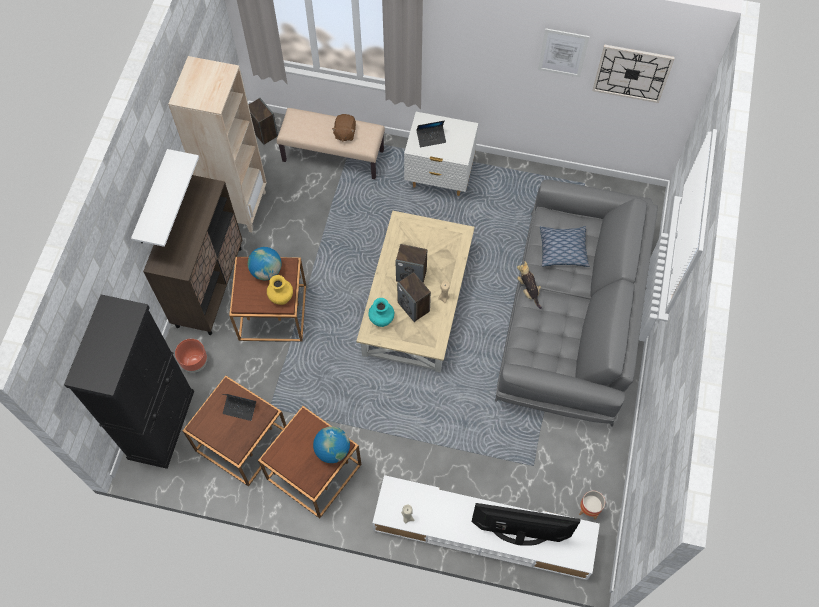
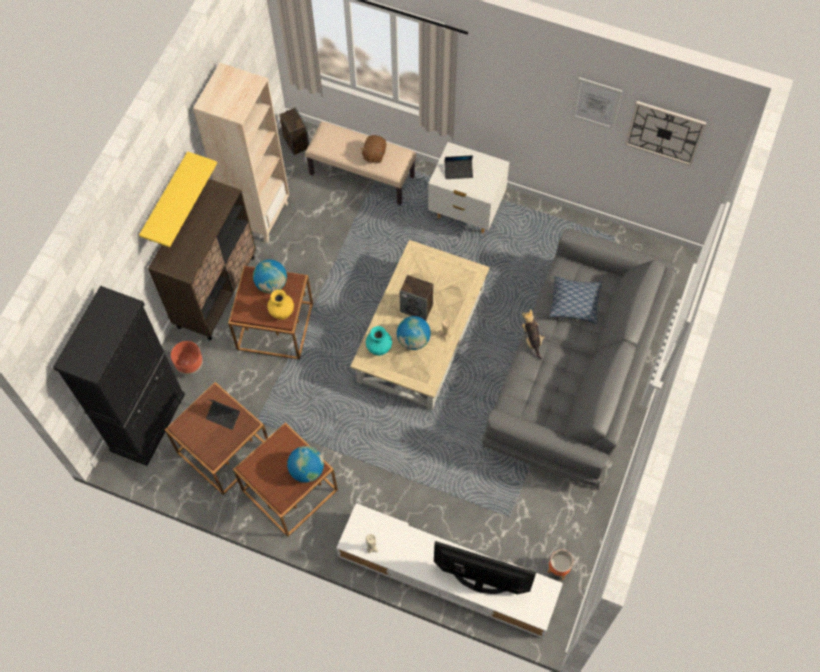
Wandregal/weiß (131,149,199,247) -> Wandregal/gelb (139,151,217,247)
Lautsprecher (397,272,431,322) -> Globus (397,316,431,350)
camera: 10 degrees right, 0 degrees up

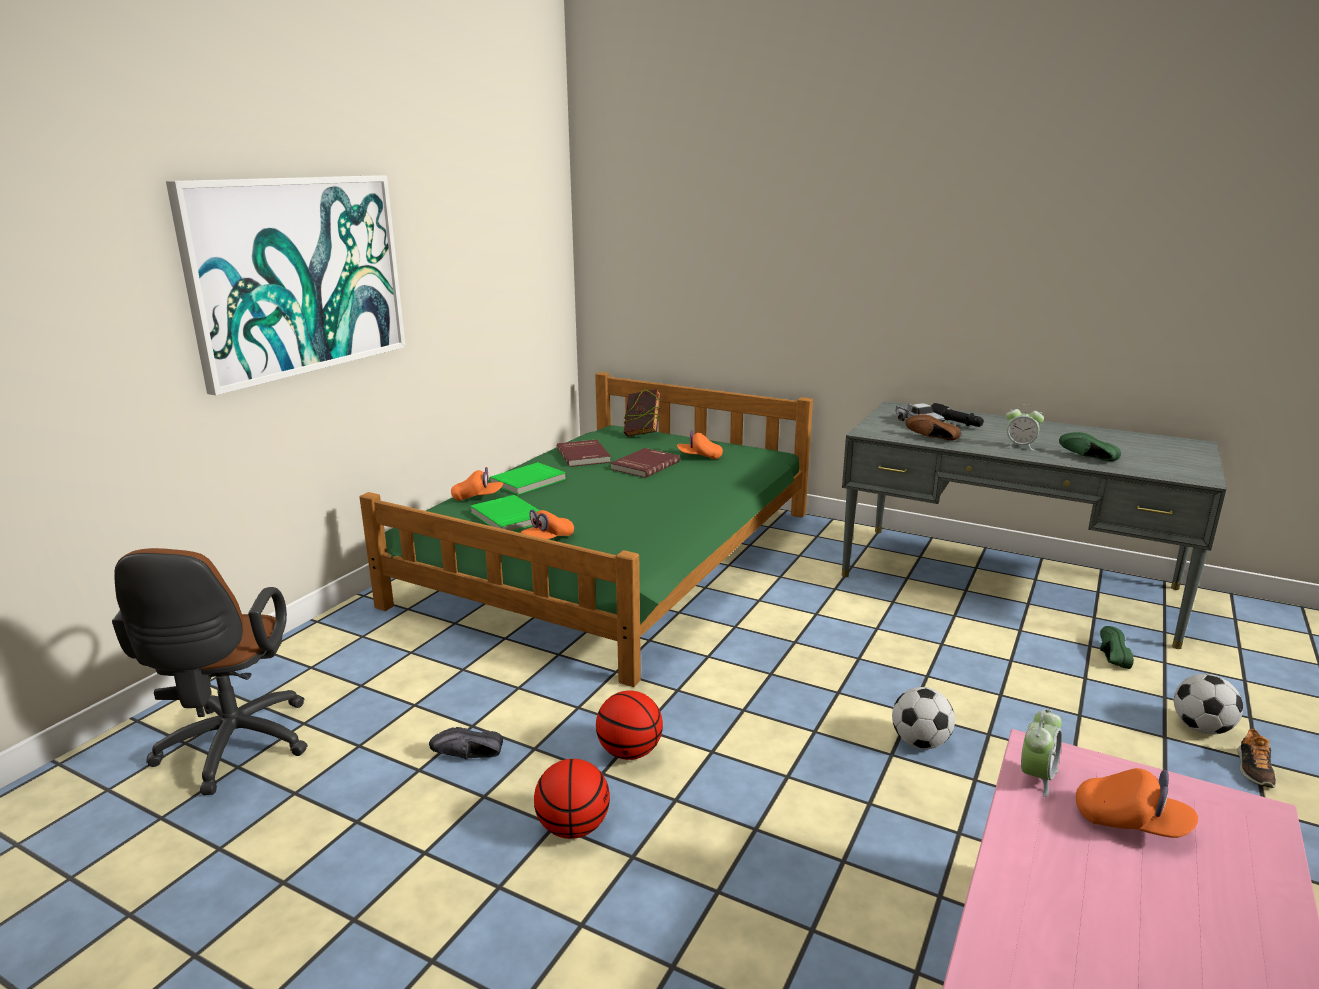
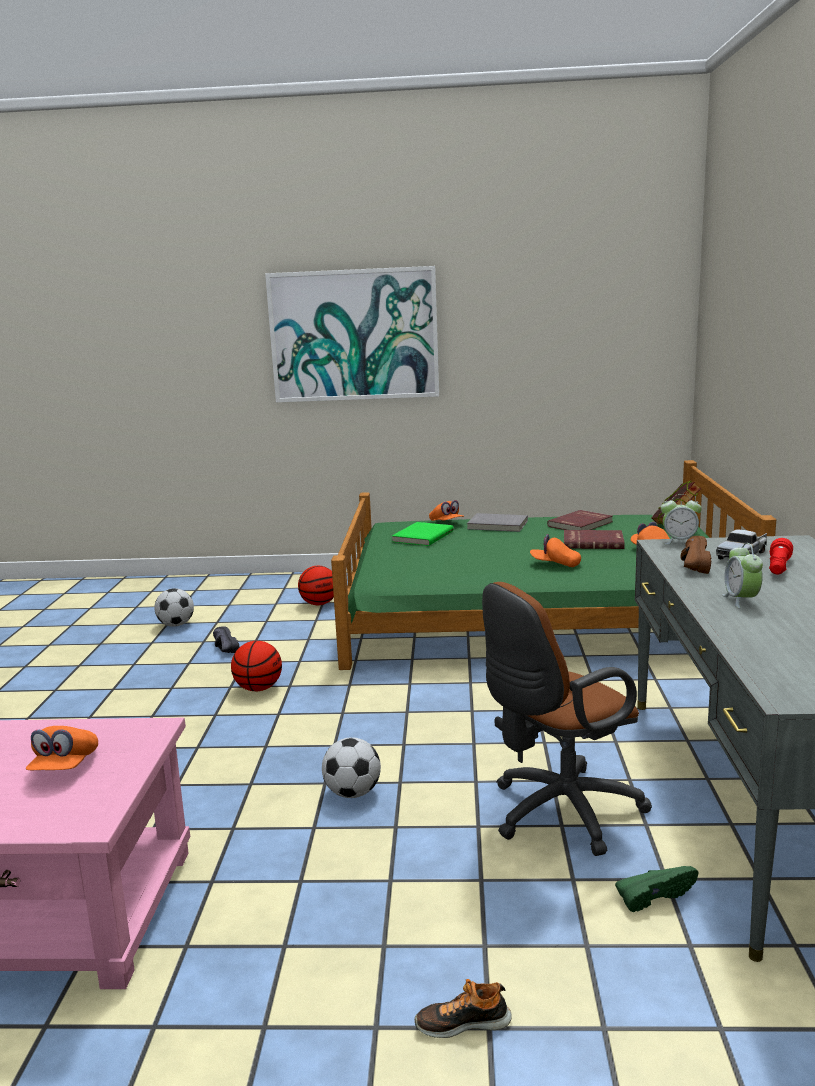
Bürostuhl/braun (112,548,308,795) -> Bürostuhl/braun (482,582,652,856), shifted
Buch/grün (489,462,566,495) -> Buch/grau (467,513,528,532)
Kappe/orange (521,509,574,539) -> Kappe/orange (530,534,581,567), shifted
Basketball (534,759,610,839) -> Basketball (298,566,334,605), shifted
Taschenlampe/schwarz (931,403,984,427) -> Taschenlampe/rot (769,538,793,575)
Wecker (1021,709,1062,797) -> Wecker (661,494,702,545), shifted
Schuh/grün (1059,432,1121,461) -> none
Fußball (1174,674,1243,734) -> Fußball (154,588,194,627), shifted
camera: 65 degrees right, 5 degrees down

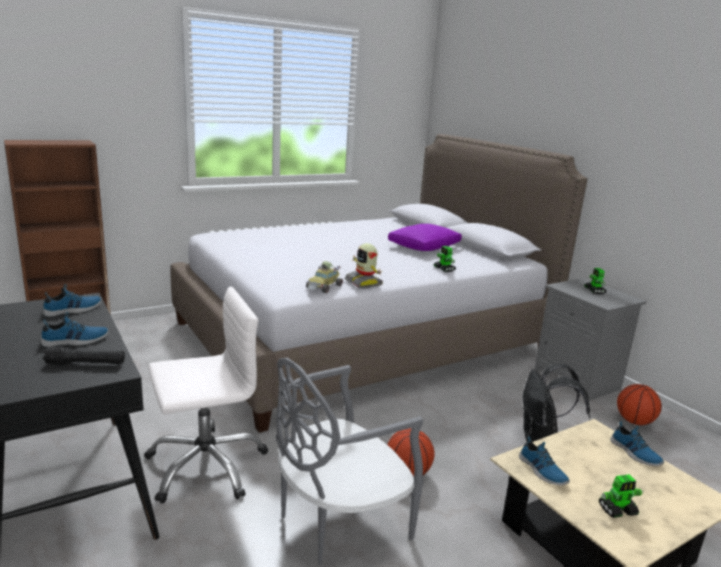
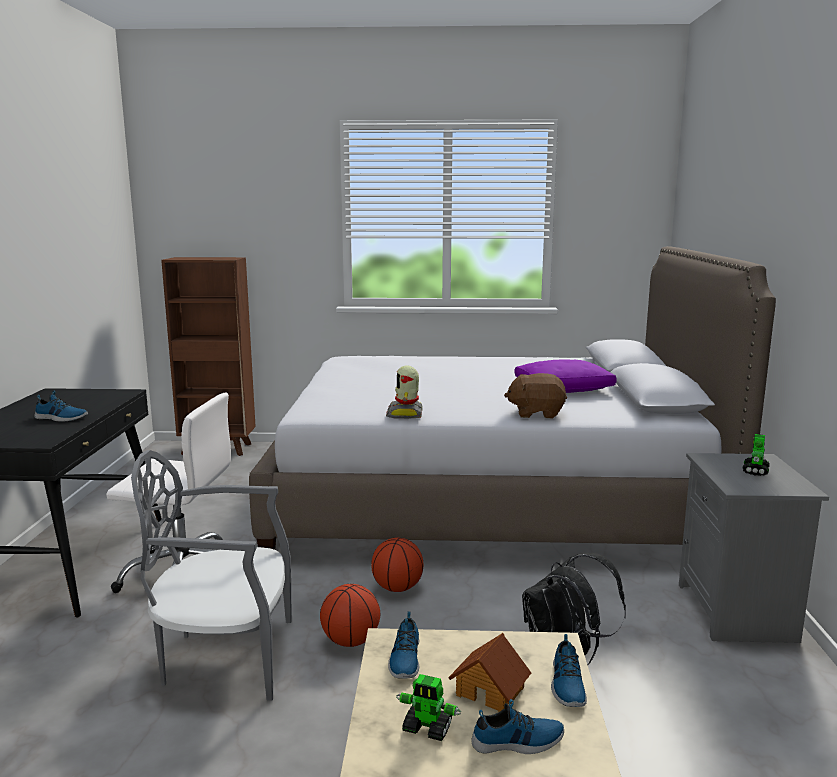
Schuh (43,284,102,317) -> Schuh (471,699,564,754), shifted
Taschenlampe/schwarz (43,346,125,365) -> none
Spielzeugauto (306,261,343,293) -> none
Spielzeugroboter (434,246,456,272) -> Plüschtier/braun (504,373,567,419)
Basketball (617,384,662,425) -> Basketball (371,537,423,592), shifted
none -> Spielzeughaus (448,633,531,713)
camera: 35 degrees right, 5 degrees down

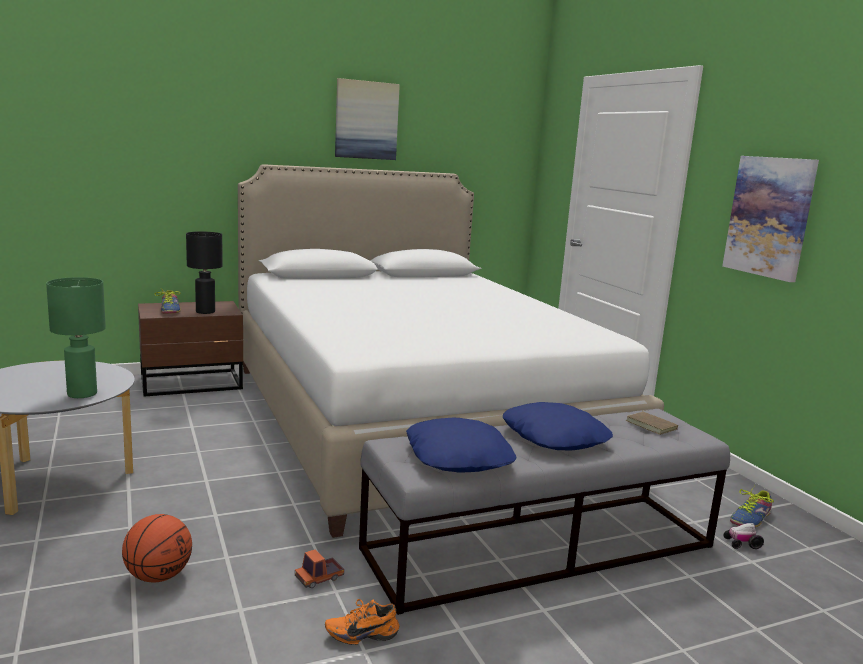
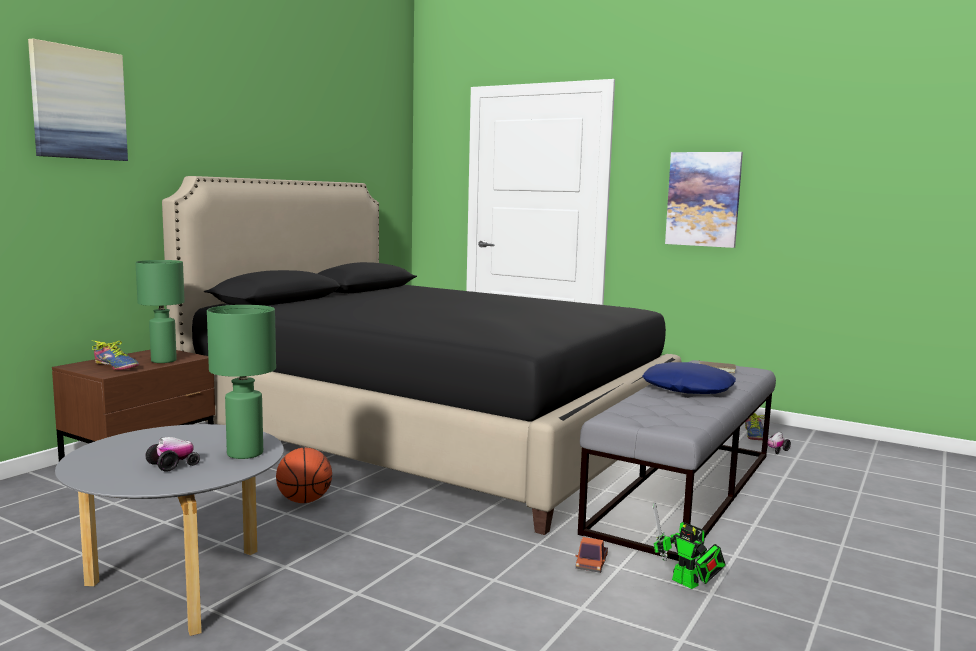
Basketball (122,514,192,582) -> Basketball (276,448,332,503), shifted
Tischlampe/schwarz (186,231,223,314) -> Tischlampe/grün (135,260,185,363)
Bett/weiß (238,164,664,538) -> Bett/schwarz (162,176,681,535)
Schuh/orange (325,599,400,645) -> Spielzeugroboter (653,502,726,589)
Bild (335,78,400,160) -> Bild (28,38,128,161), shifted
Kissen/blau (406,418,516,472) -> none
none -> Spielzeugauto (145,437,200,472)
camera: 35 degrees left, 5 degrees down

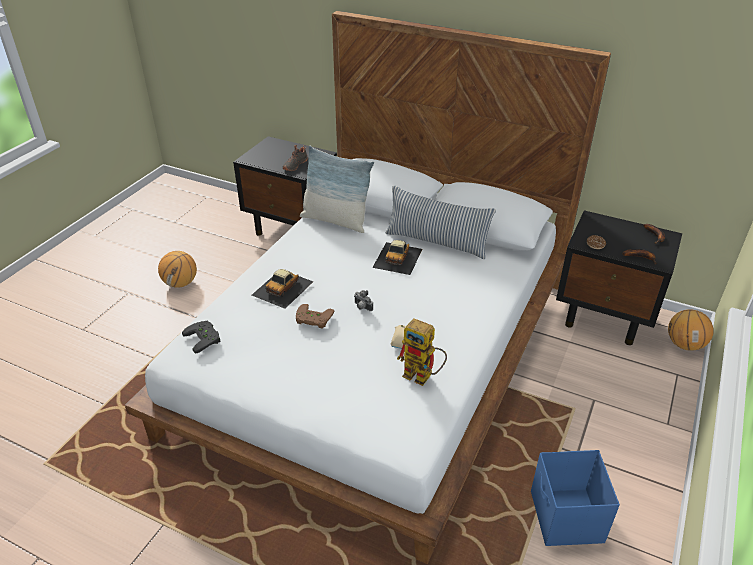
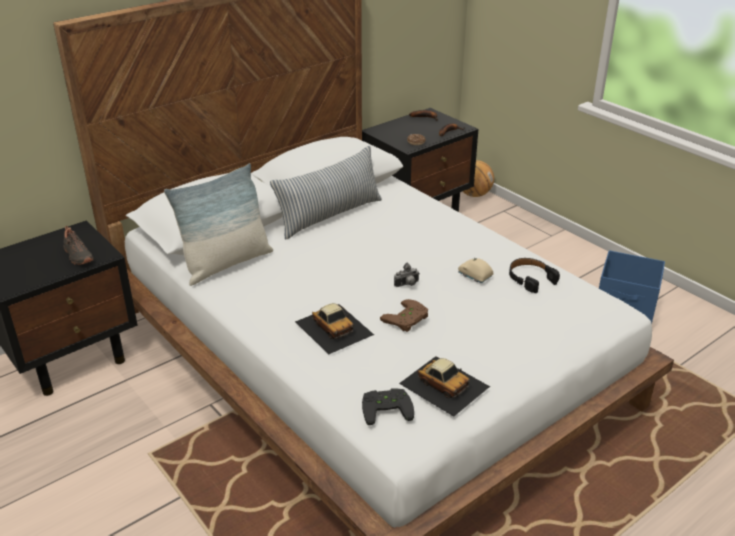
Basketball (158,251,197,288) -> none
Spielzeugauto (372,240,422,275) -> Spielzeugauto (399,356,490,417), shifted
Spielzeugroboter (397,318,447,386) -> Kopfhörer/schwarz (509,258,560,293)
camera: 65 degrees left, 5 degrees down

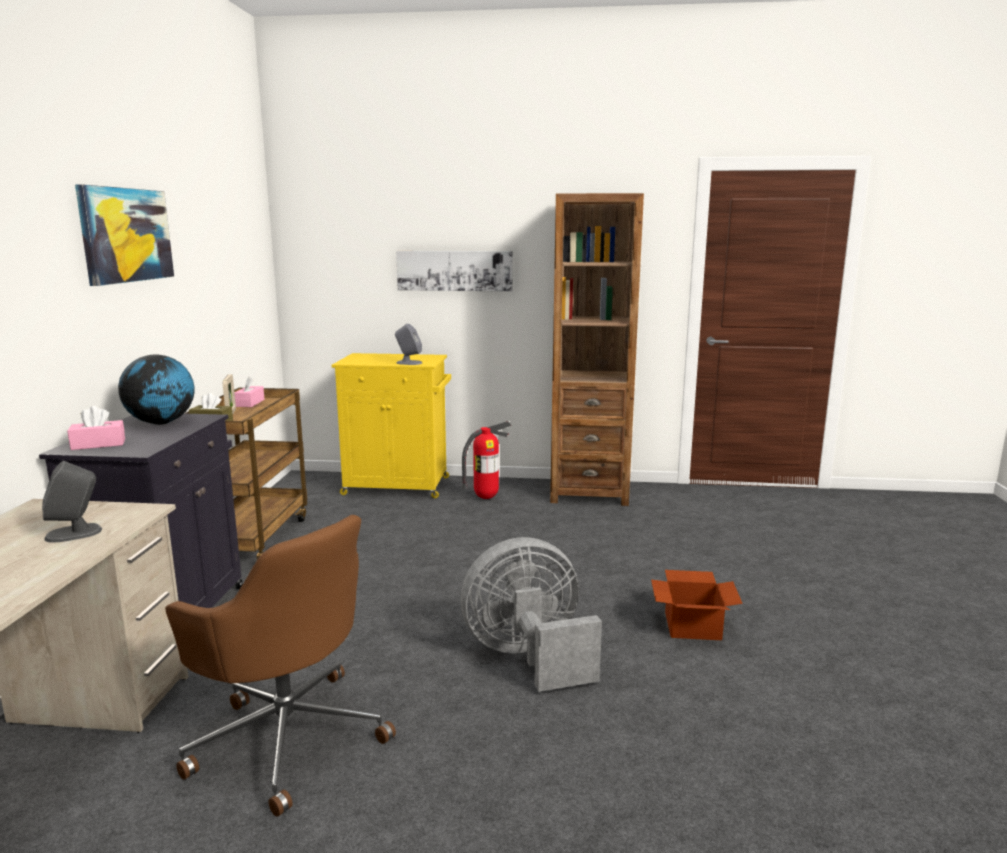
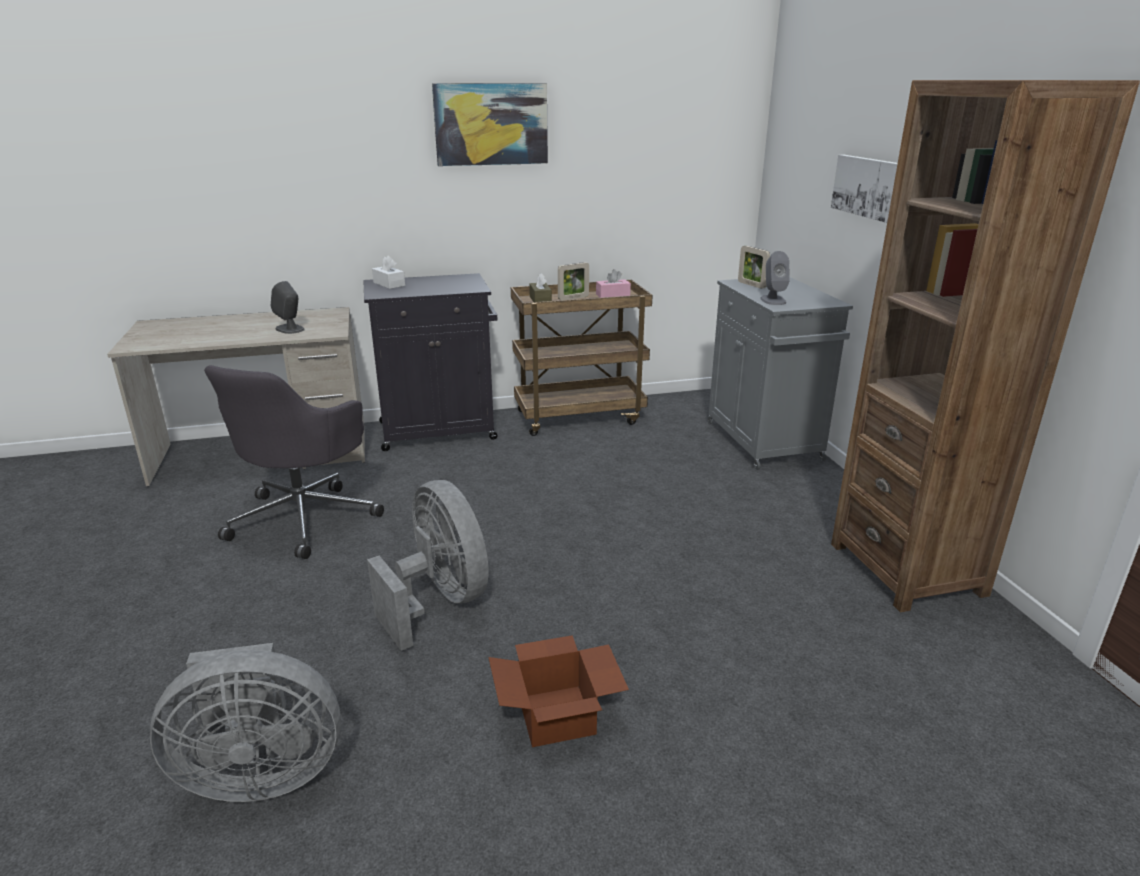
Taschentuchbox/rosa (67,406,125,450) -> Taschentuchbox/weiß (372,255,405,289)
Globus (118,355,195,425) -> none
Bürostuhl/braun (165,515,396,817) -> Bürostuhl/grau (204,365,384,559)
Schrank/gelb (332,353,451,498) -> Schrank/grau (707,277,853,470)
Feuerlöscher (462,421,511,499) -> none
none -> Ventilator/grau (150,643,341,802)
none -> Bilderrahmen (738,246,770,289)
camera: 70 degrees right, 10 degrees up

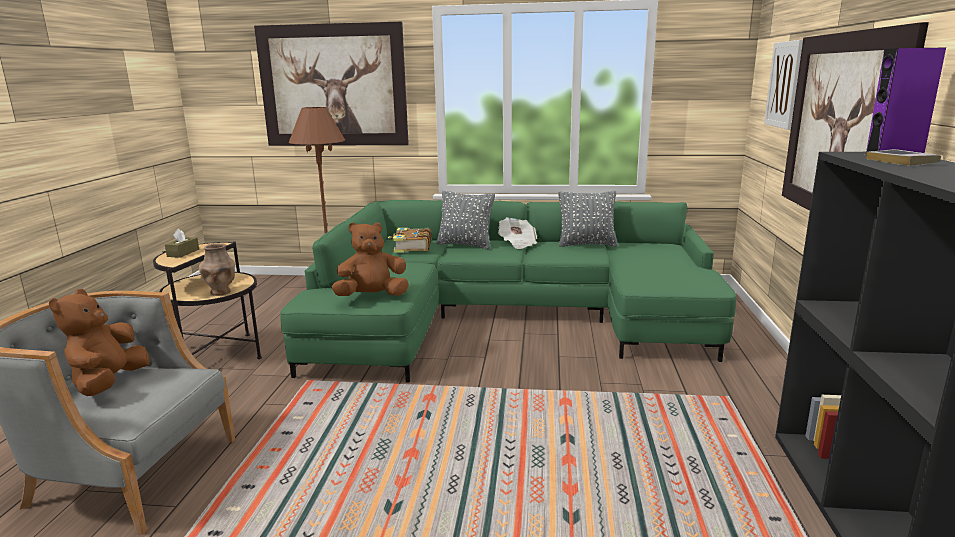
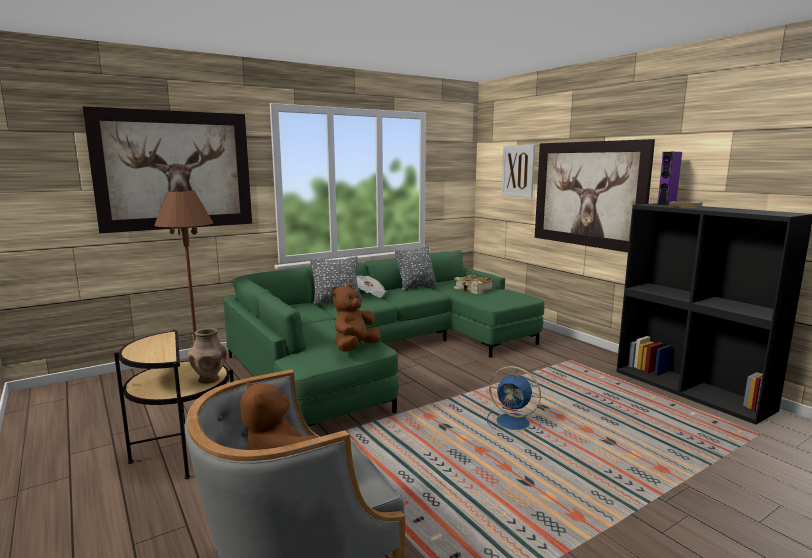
Taschentuchbox/braun (165,229,199,258) -> none
Buch (388,228,432,253) -> Buch (454,275,494,294), shifted
none -> Ventilator/blau (487,366,541,432)
camera: 40 degrees left, 5 degrees down

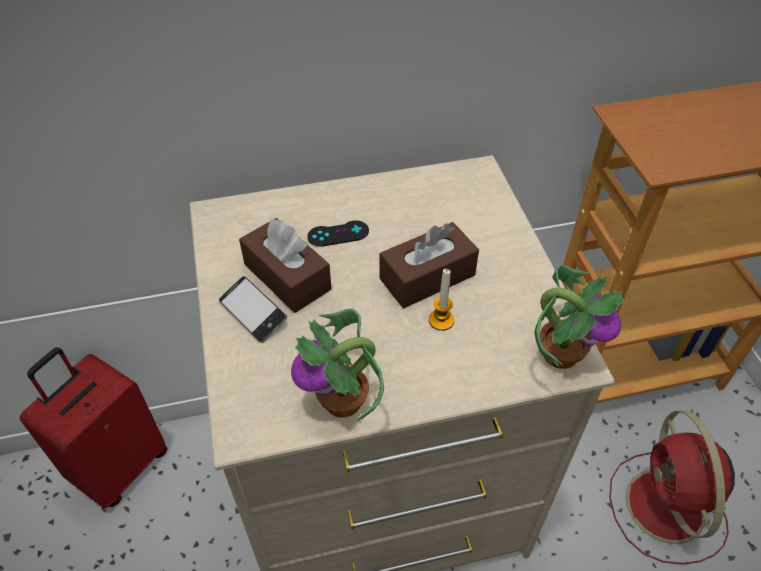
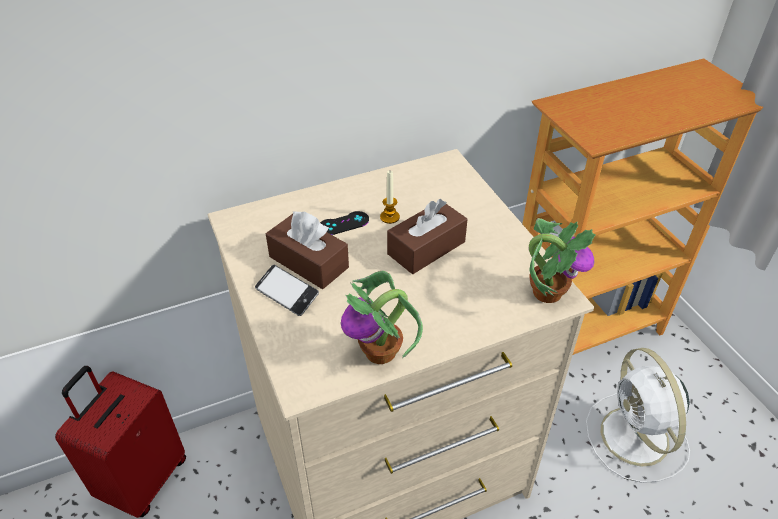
Kerze (429,269,454,331) -> Kerze (380,171,400,224), shifted
Ventilator/rot (609,410,735,565) -> Ventilator/weiß (586,348,690,483)
camera: 10 degrees left, 5 degrees down

